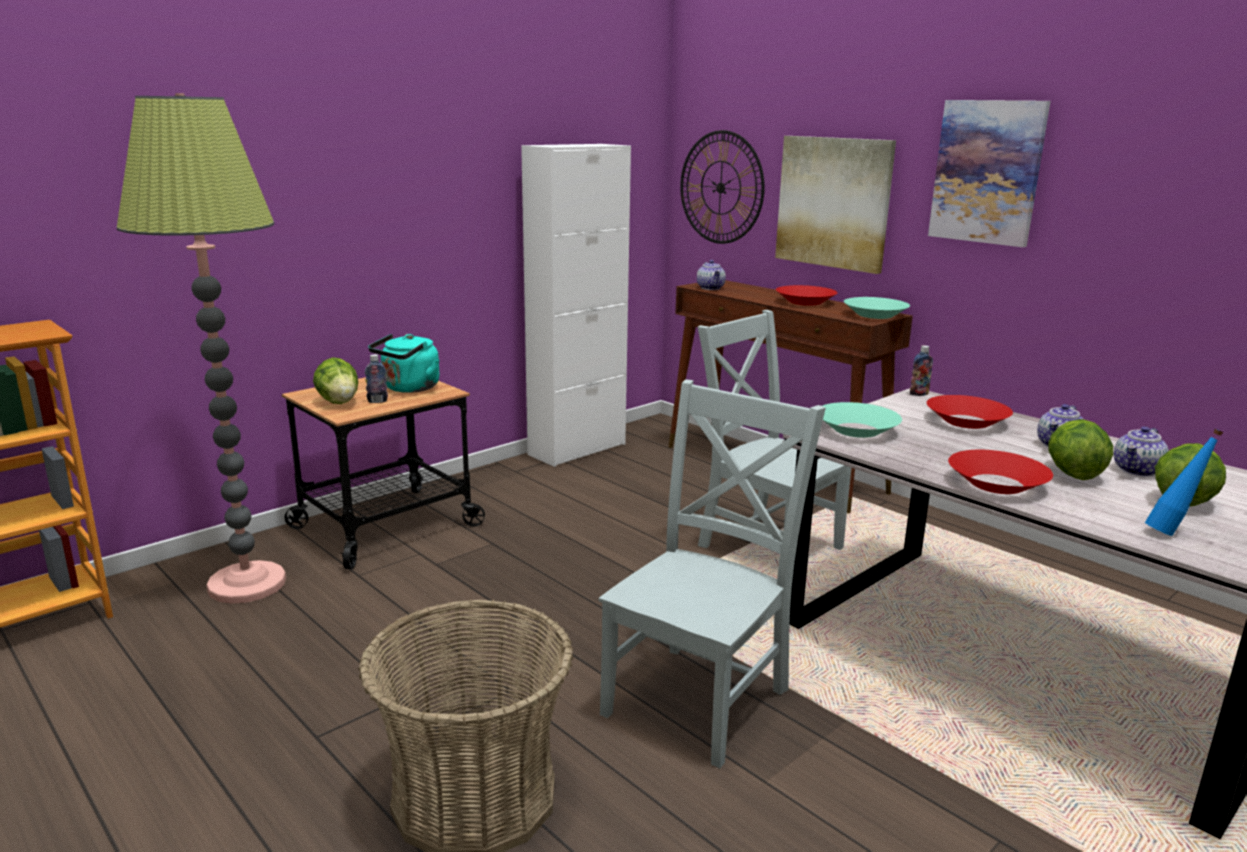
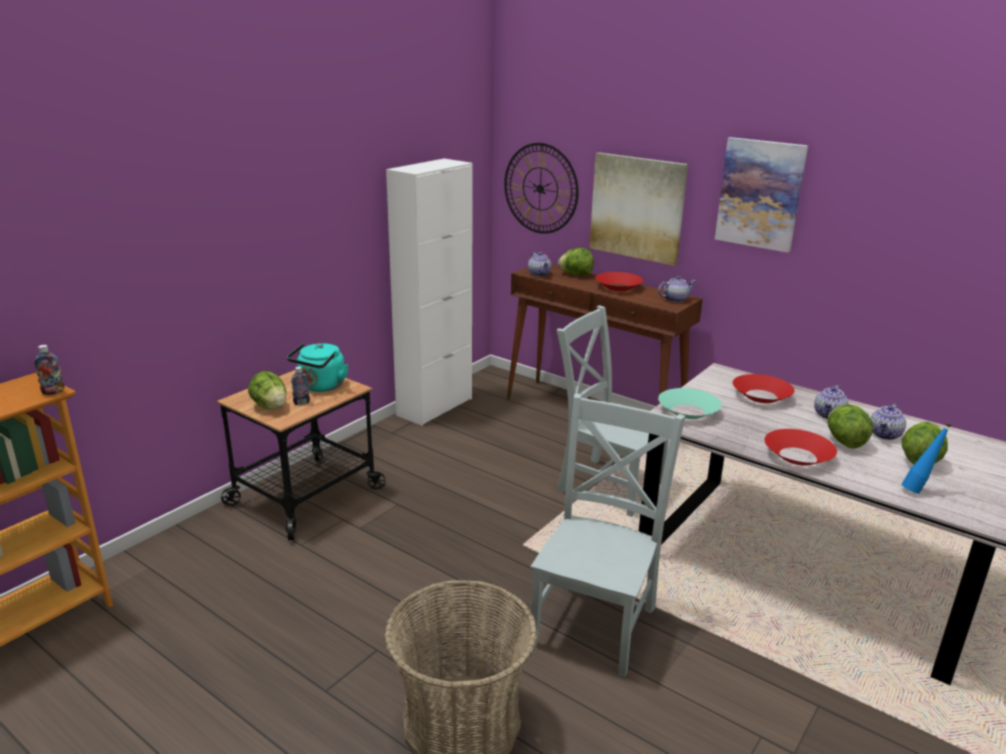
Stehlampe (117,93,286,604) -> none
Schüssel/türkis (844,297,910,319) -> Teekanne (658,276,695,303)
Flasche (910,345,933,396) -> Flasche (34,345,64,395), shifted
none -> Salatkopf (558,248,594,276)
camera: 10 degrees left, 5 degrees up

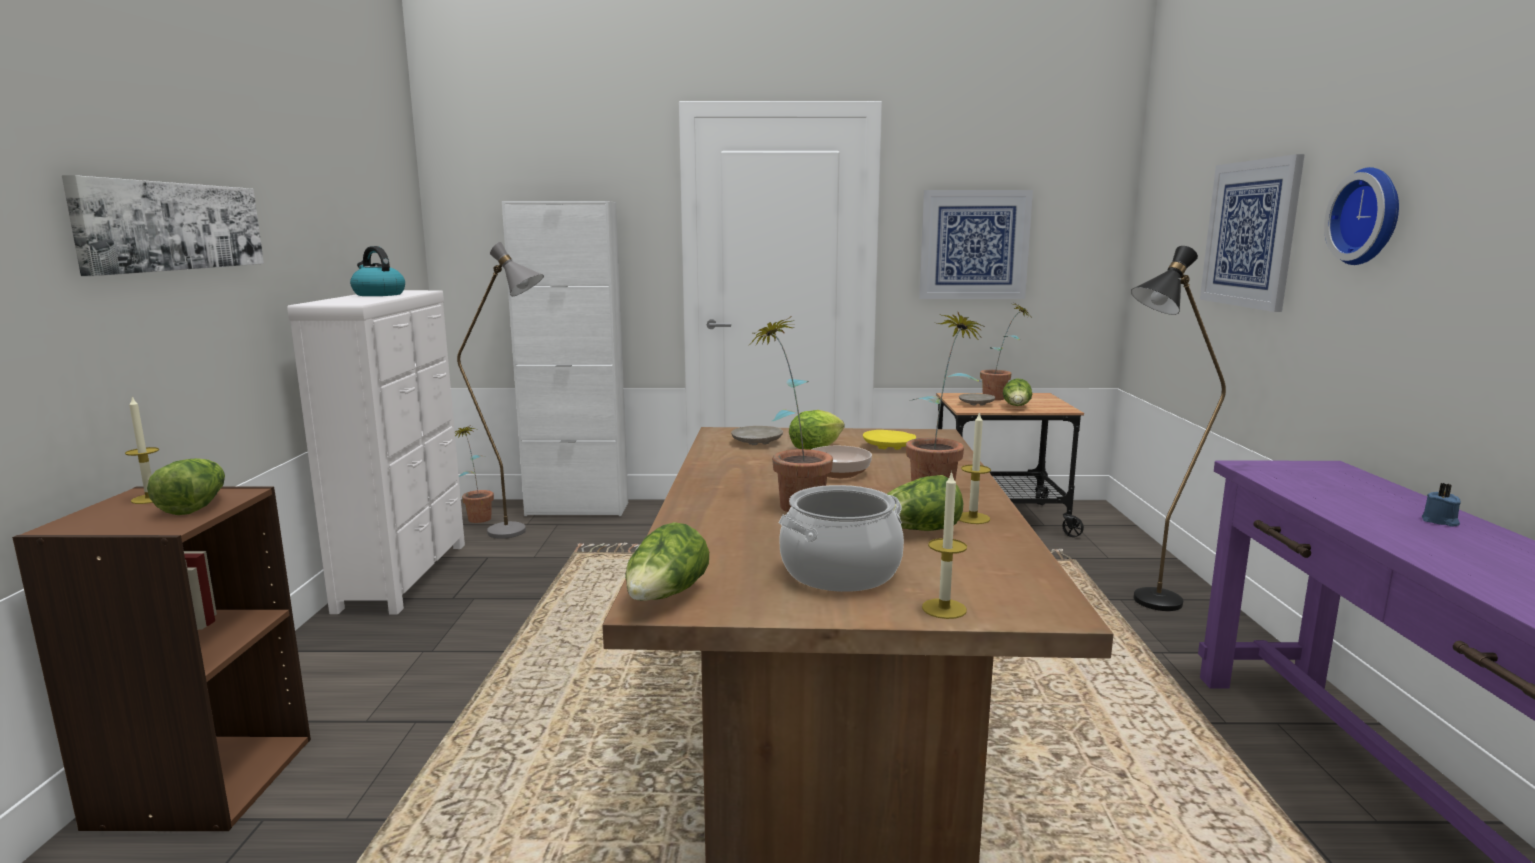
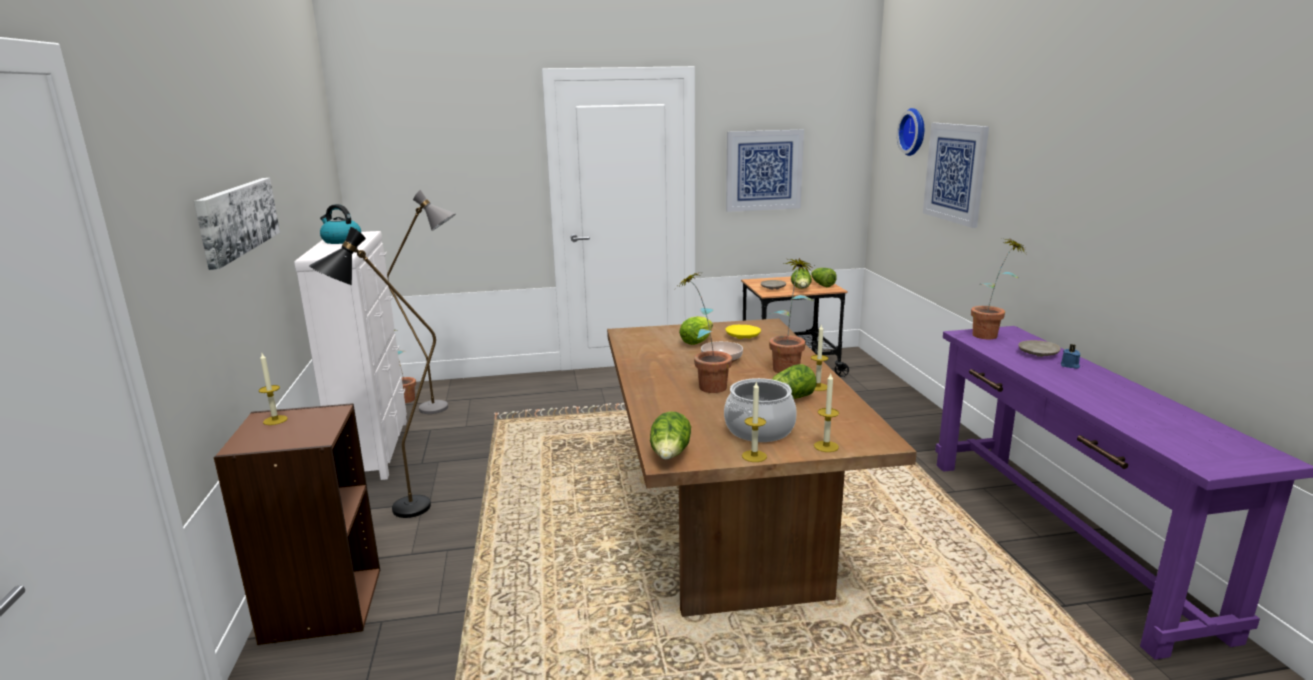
Salatkopf (147,458,225,515) -> Salatkopf (811,268,837,287), shifted
Schrank/weiß (502,201,628,516) -> none
Teller/beige (731,426,783,445) -> Teller/beige (1018,340,1061,357), shifted
Topfpflanze (980,303,1031,400) -> Topfpflanze (971,238,1026,339), shifted
Stehlampe/schwarz (1131,246,1226,611) -> Stehlampe/schwarz (309,227,436,518), shifted
Wanduhr (1324,167,1399,265) -> Wanduhr (897,108,924,156), shifted
none -> Kerze (742,381,767,462)
camera: 10 degrees left, 5 degrees up

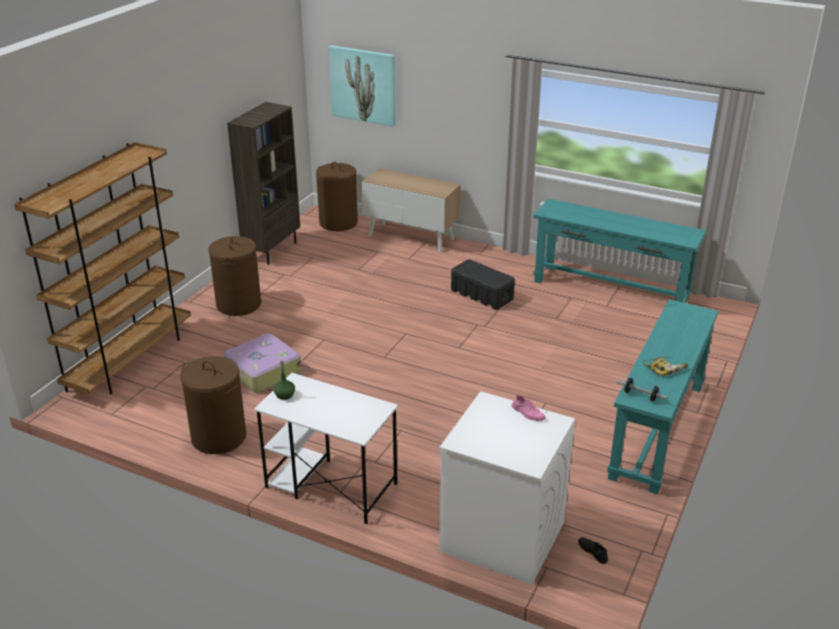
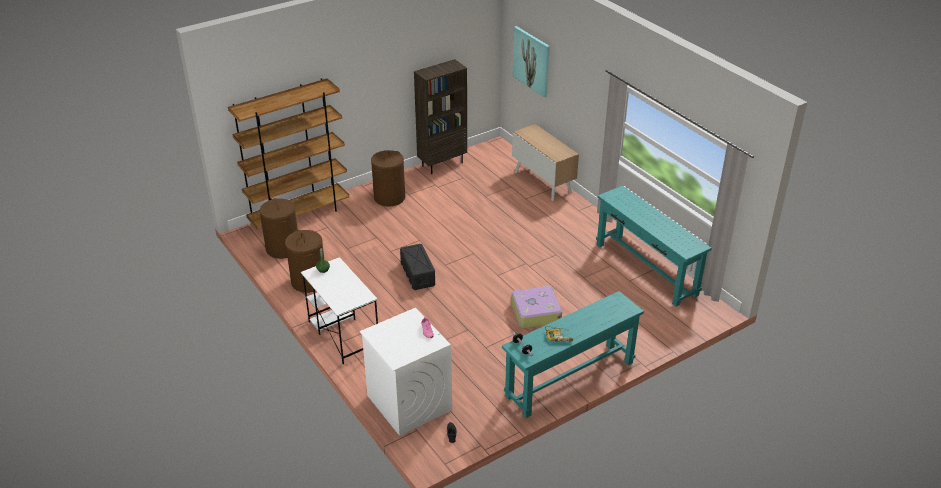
Koffer (224,333,302,393) -> Koffer (511,286,562,328), shifted
Wäschekorb/braun (316,162,358,231) -> Wäschekorb/braun (259,198,298,259), shifted
Aufbewahrungsbox/schwarz (451,259,515,310) -> Aufbewahrungsbox/schwarz (400,244,435,290), shifted
camera: 30 degrees right, 5 degrees up

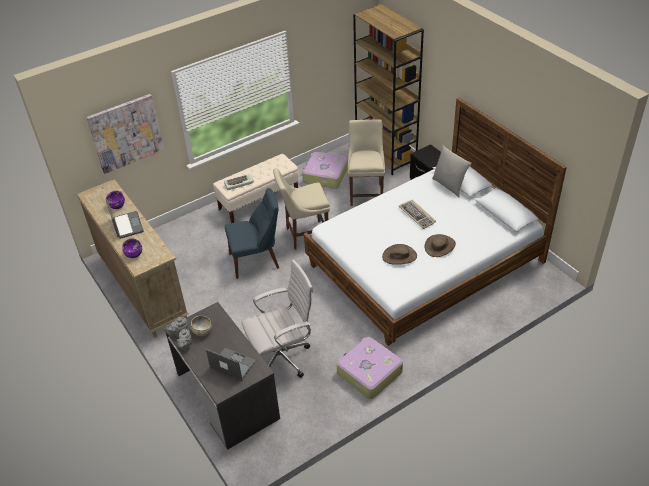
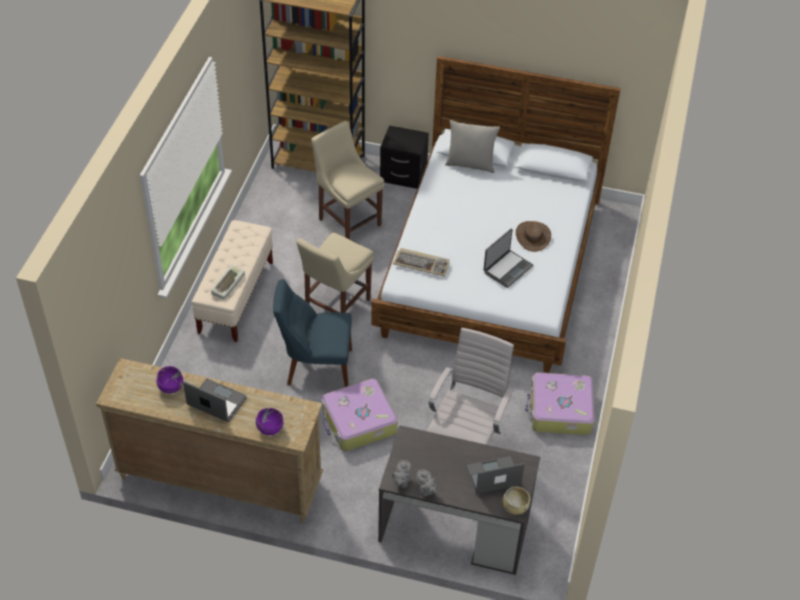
Bild (86,94,164,174) -> none
Schüssel/beige (191,316,212,336) -> Schüssel/beige (502,487,530,515), shifted
Stuhl/blau (225,188,279,279) -> Stuhl/blau (273,279,352,387), 120 degrees counterclockwise
Koffer (302,152,348,189) -> Koffer (321,379,398,451), shifted
Hut/braun (382,244,417,265) -> Laptop (483,228,533,288)
Tastatur (399,200,436,229) -> Tastatur (393,248,450,277), shifted
camera: 45 degrees left, 5 degrees up

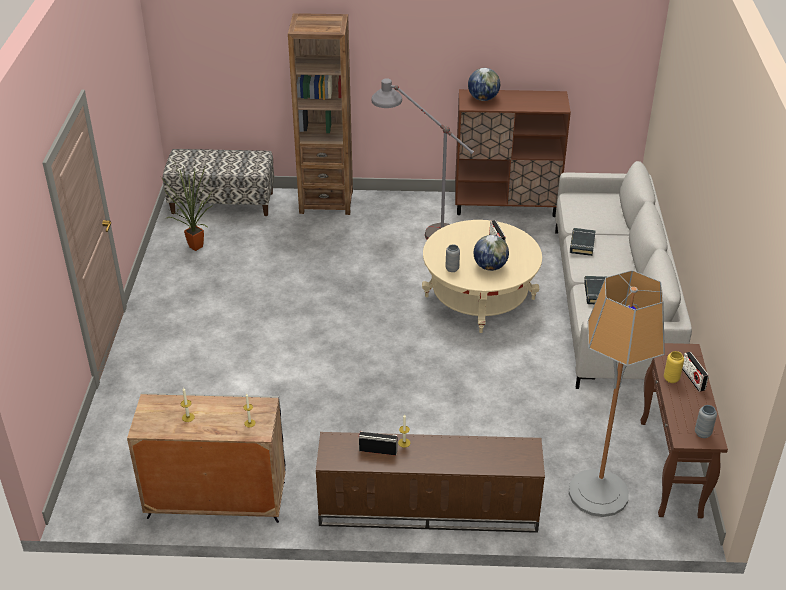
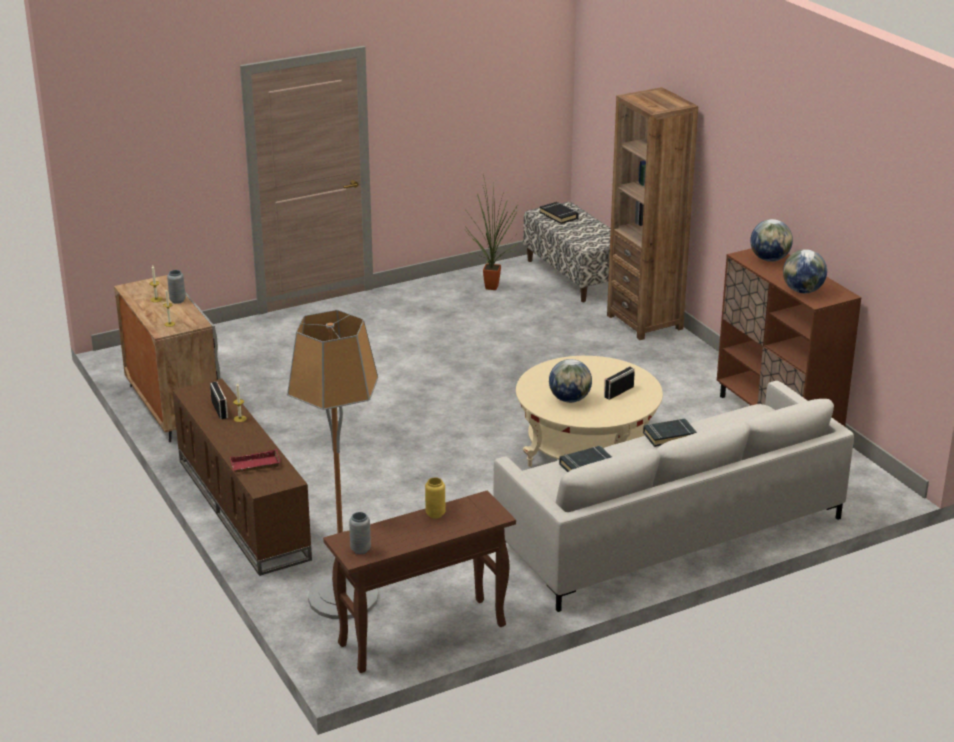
Stehlampe/grau (372,78,474,240) -> none
Vase/grau (445,244,460,272) -> Vase/grau (167,270,186,304), shifted
Radio (682,352,709,392) -> none
none -> Tablett/rot (230,449,281,472)
none -> Buch/schwarz (540,202,578,224)
none -> Globus (783,249,827,293)
camera: 60 degrees right, 10 degrees down

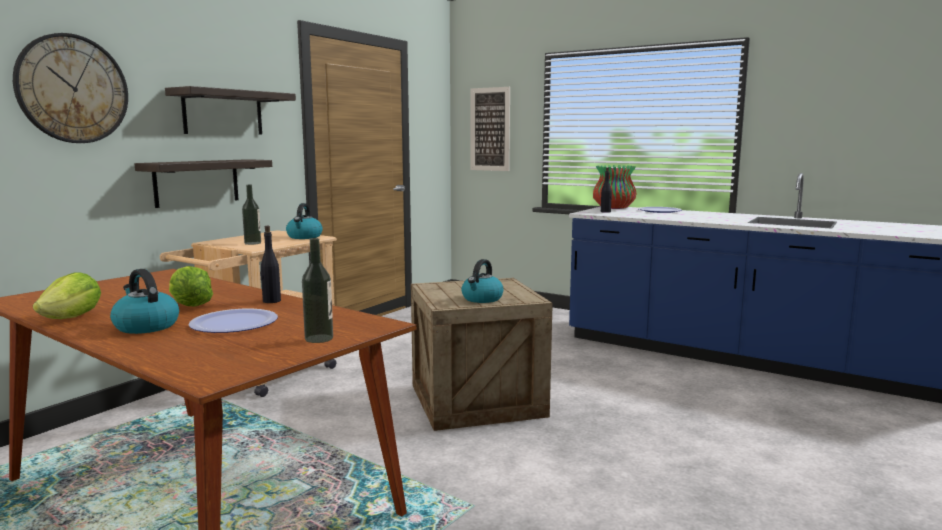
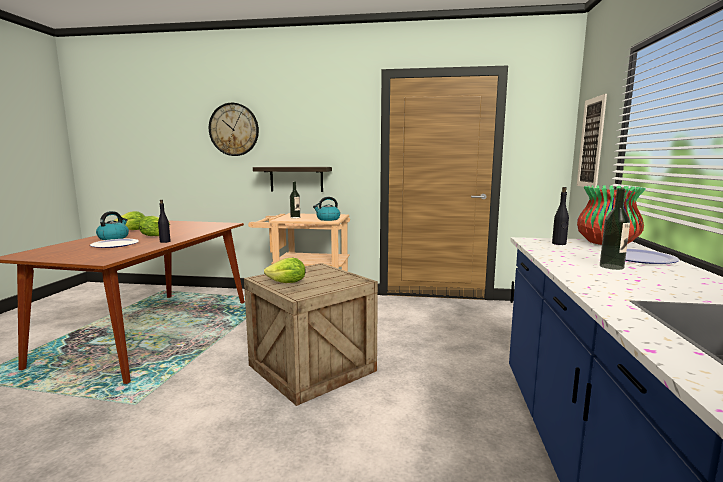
Wandregal (165,86,296,134) -> none
Flasche (302,238,333,343) -> Flasche (600,188,630,270), shifted
Wasserkessel (461,259,504,303) -> Salatkopf (264,258,305,283)
camera: 65 degrees right, 0 degrees up

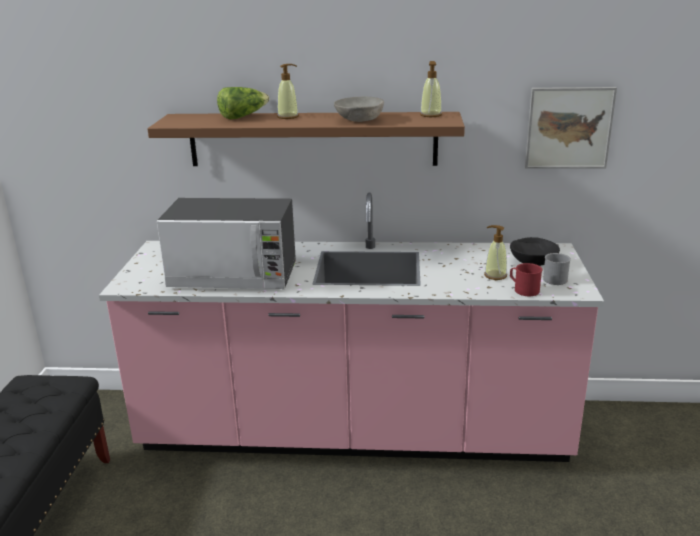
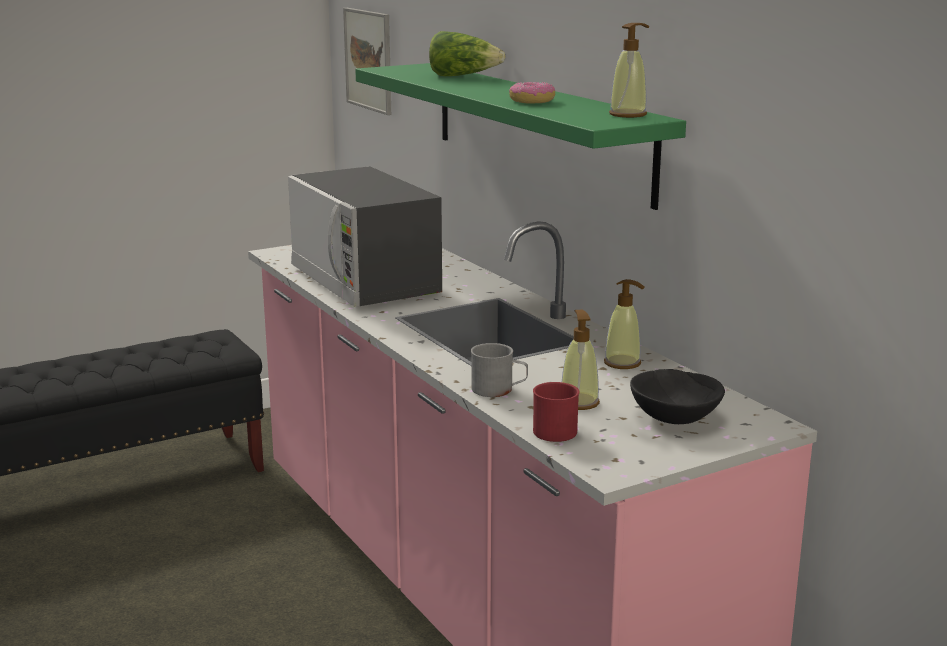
Wandregal/braun (147,112,465,166) -> Wandregal/grün (355,63,686,210)
Seifenspender (277,64,299,119) -> Seifenspender (604,279,645,369), shifted
Schüssel/grau (334,96,384,122) -> Donut (509,82,555,103)
Bild (525,87,617,169) -> Bild (343,8,391,115), shifted
Henkelbecher/grau (543,253,571,285) -> Henkelbecher/grau (471,343,528,397), shifted
camera: 55 degrees right, 5 degrees down

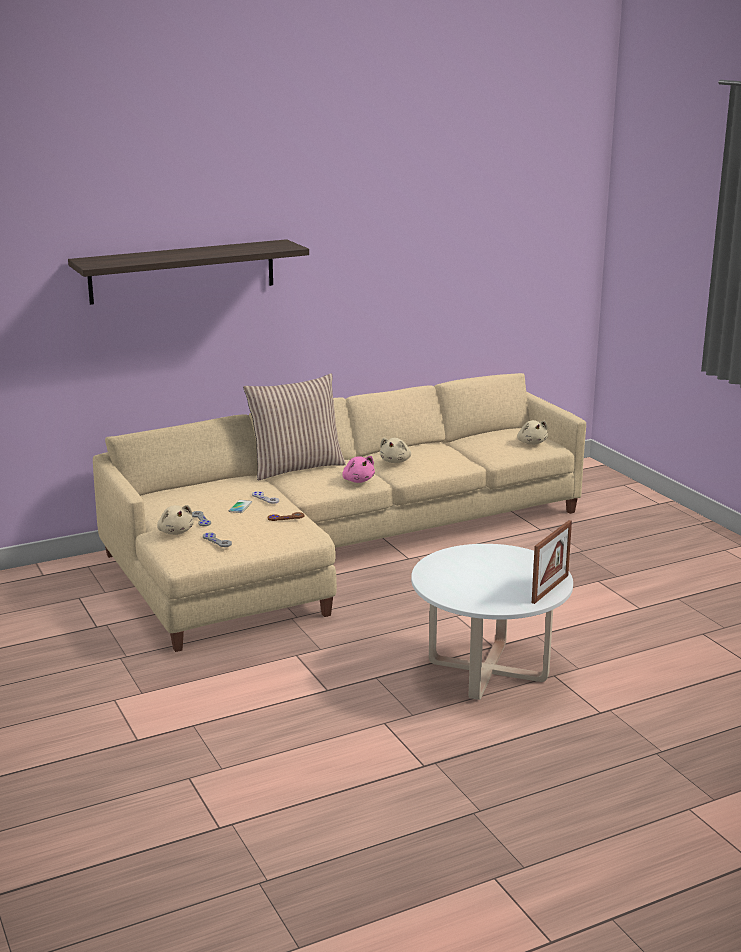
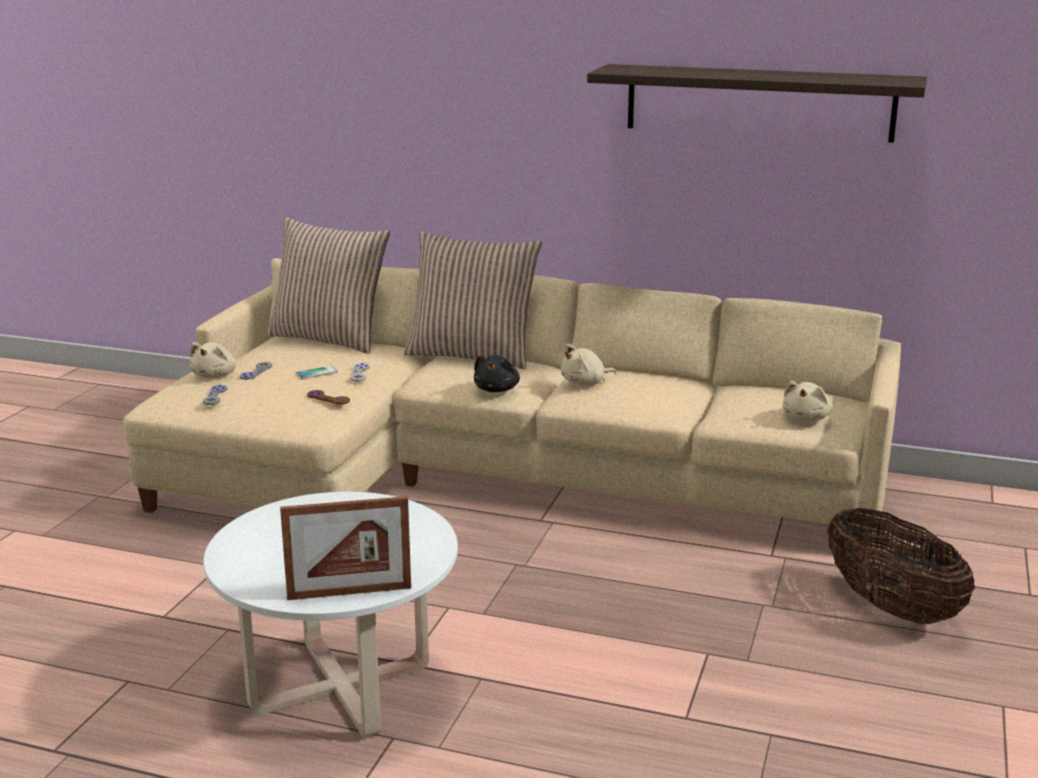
Wandregal (68,239,309,305) -> Wandregal (587,64,927,143), shifted
Plüschtier/rosa (342,456,375,483) -> Plüschtier/schwarz (474,355,520,392)
none -> Kissen (265,218,390,354)
none -> Korb (827,508,975,624)
camera: 45 degrees right, 0 degrees up

